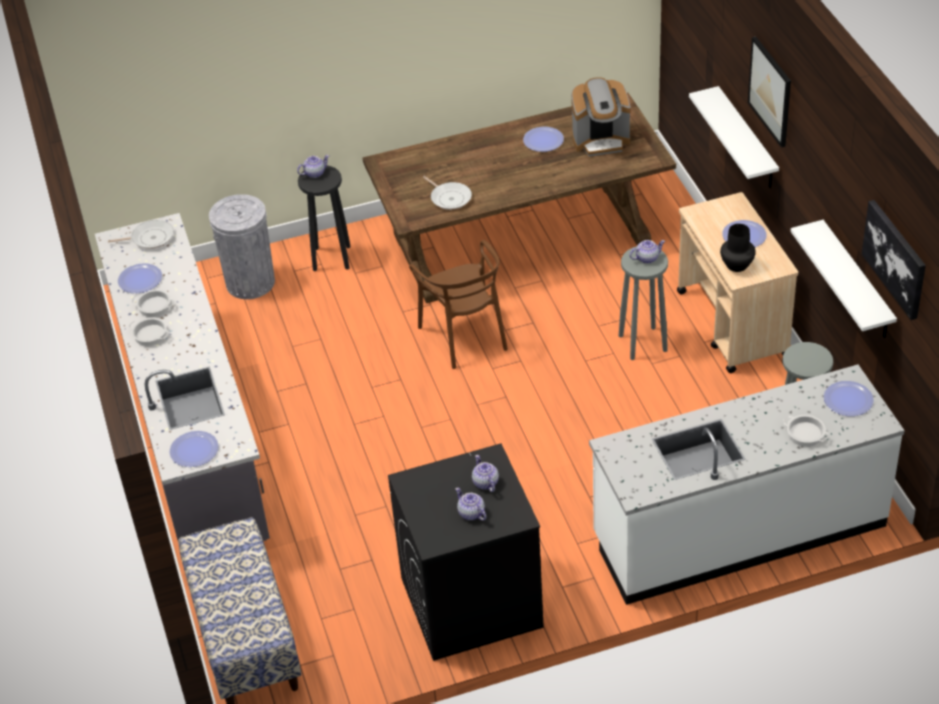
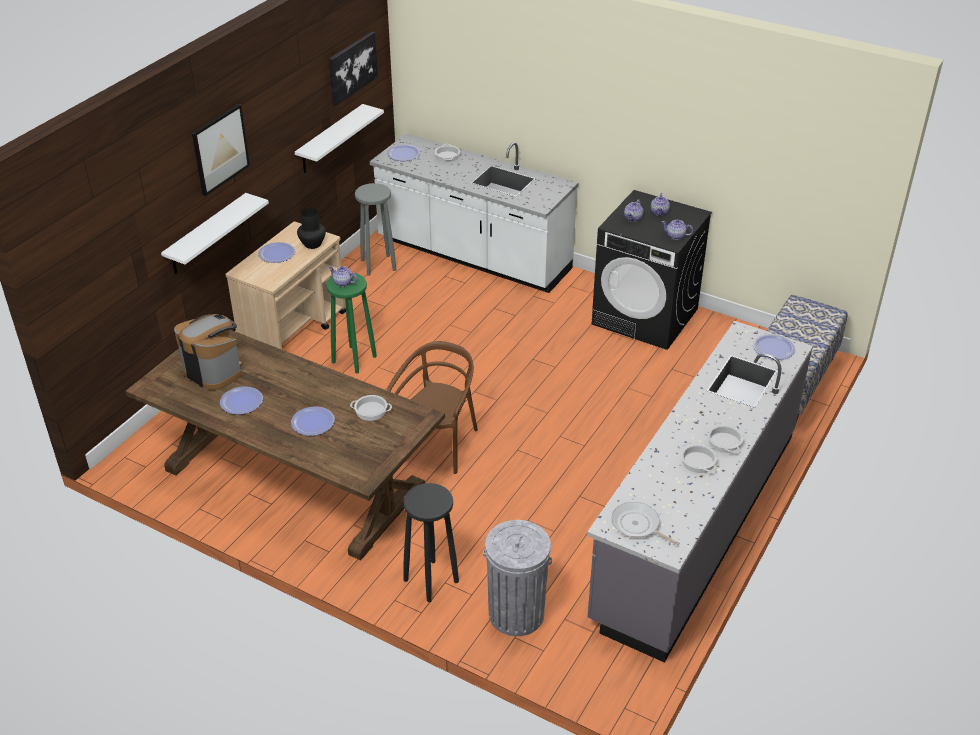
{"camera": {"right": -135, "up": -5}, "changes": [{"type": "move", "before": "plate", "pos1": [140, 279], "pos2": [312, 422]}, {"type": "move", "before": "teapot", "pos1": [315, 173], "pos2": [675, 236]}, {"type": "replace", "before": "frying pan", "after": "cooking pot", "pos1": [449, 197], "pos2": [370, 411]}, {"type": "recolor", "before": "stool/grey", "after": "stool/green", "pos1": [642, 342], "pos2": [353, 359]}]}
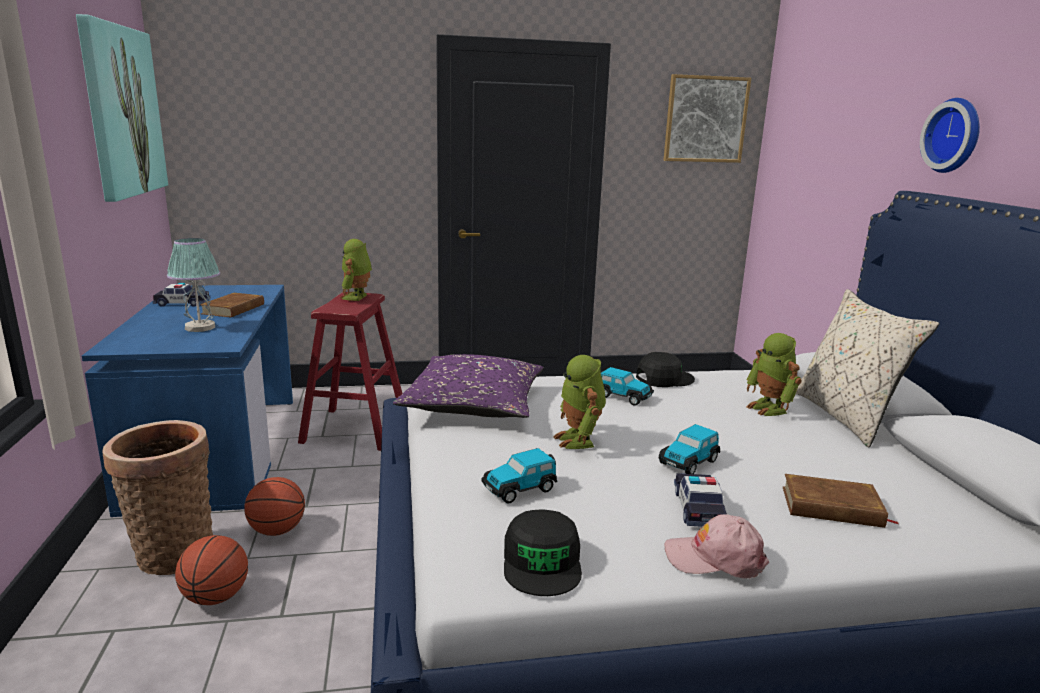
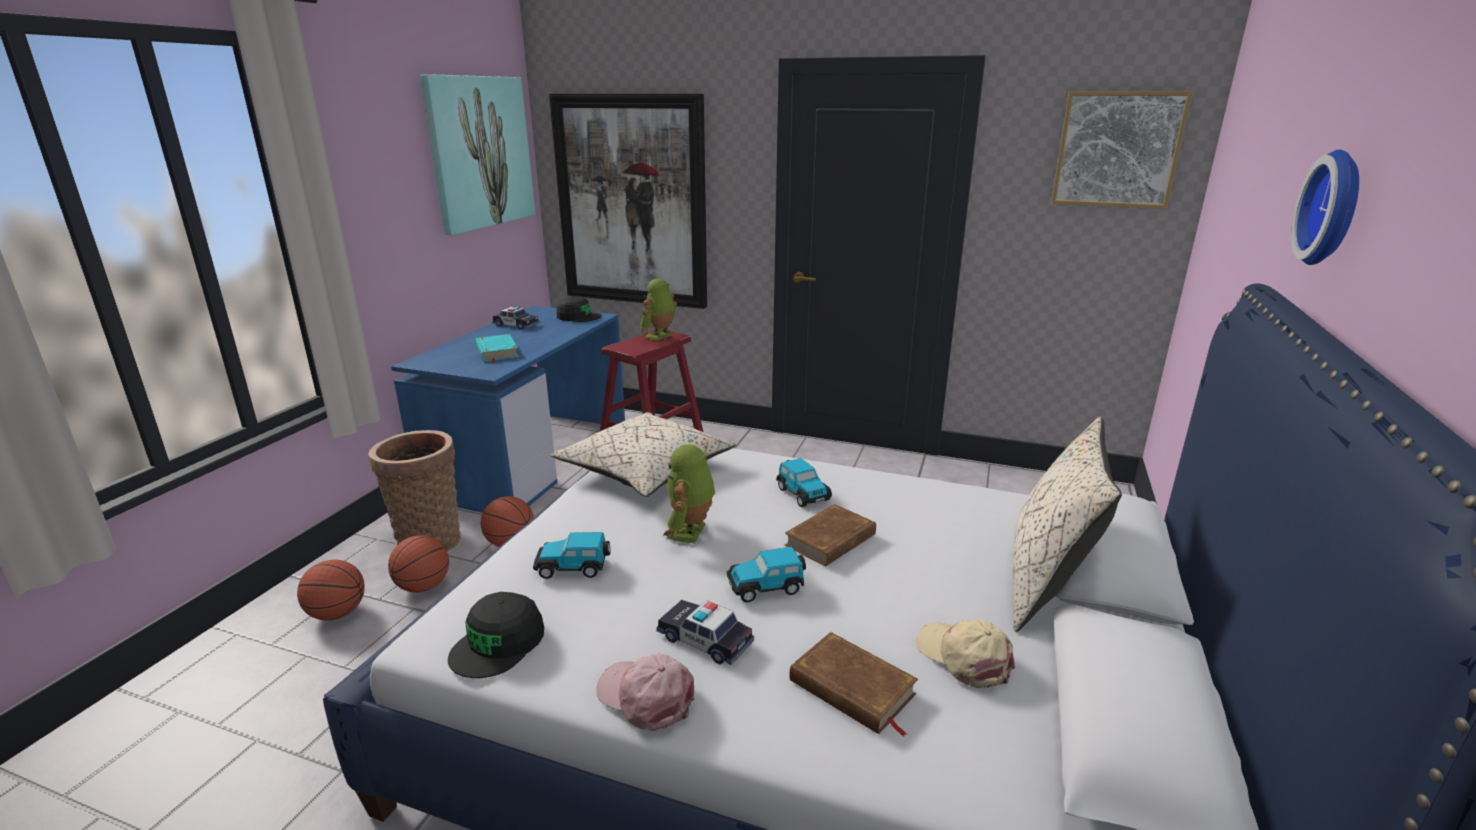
{"camera": {"right": 30, "up": 5}, "changes": [{"type": "delete", "before": "toy robot", "pos1": [770, 408]}, {"type": "insert", "after": "basketball", "pos2": [337, 614]}, {"type": "insert", "after": "picture", "pos2": [632, 202]}, {"type": "insert", "after": "cap/beige", "pos2": [964, 657]}, {"type": "move", "before": "book/brown", "pos1": [234, 309], "pos2": [831, 540]}, {"type": "move", "before": "cap/black", "pos1": [664, 378], "pos2": [578, 316]}, {"type": "replace", "before": "table lamp", "after": "book/turquoise", "pos1": [199, 328], "pos2": [496, 352]}, {"type": "recolor", "before": "pillow/purple", "after": "pillow/beige", "pos1": [474, 405], "pos2": [647, 470]}, {"type": "rotate", "before": "toy car", "pos1": [698, 508], "pos2": [705, 640], "turn": -90}]}
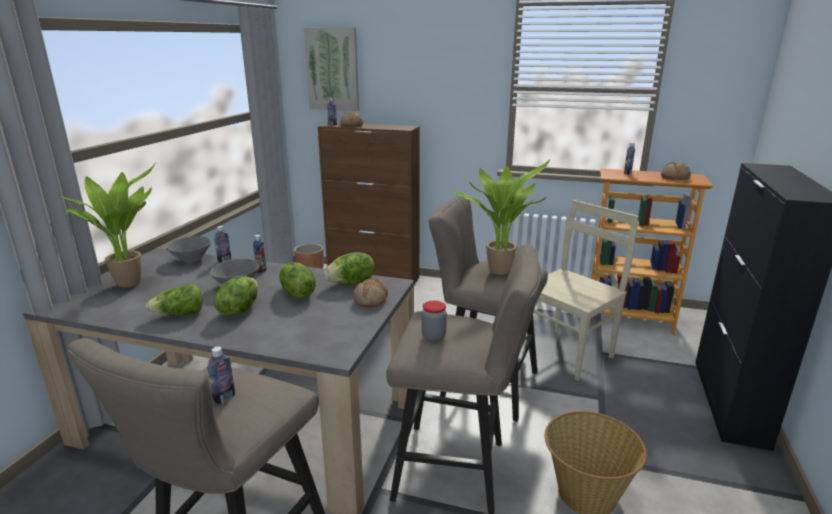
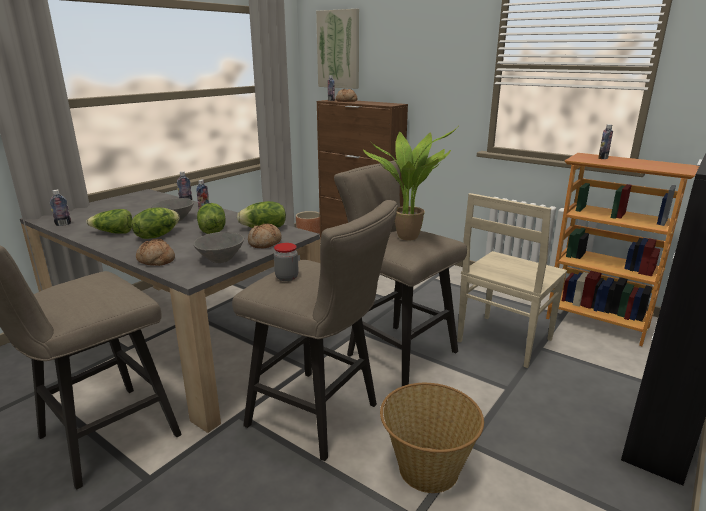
{"camera": {"right": 20, "up": 0}, "changes": [{"type": "delete", "before": "potted plant", "pos1": [130, 282]}, {"type": "move", "before": "bowl/grey", "pos1": [191, 259], "pos2": [220, 259]}, {"type": "move", "before": "bottle", "pos1": [224, 398], "pos2": [63, 224]}, {"type": "move", "before": "bread", "pos1": [674, 178], "pos2": [156, 260]}, {"type": "rotate", "before": "chair/beige", "pos1": [567, 353], "pos2": [503, 341], "turn": 150}]}
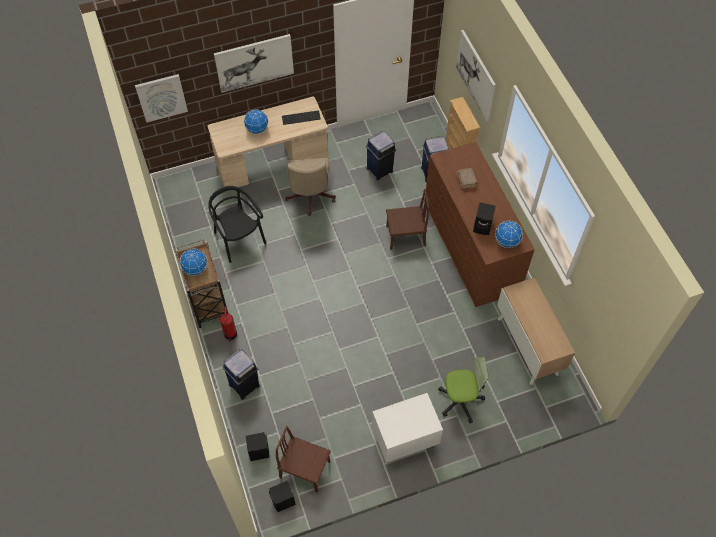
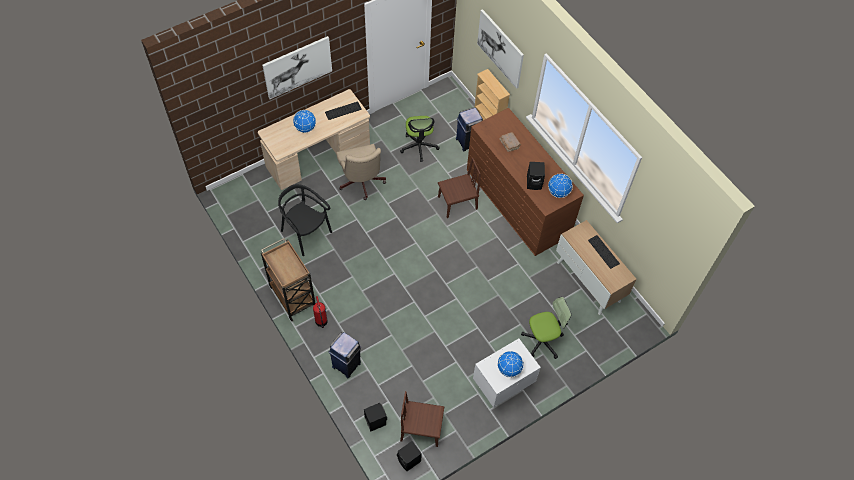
{"camera": {"right": -15, "up": 0}, "changes": [{"type": "delete", "before": "picture", "pos1": [161, 97]}, {"type": "insert", "after": "keyboard", "pos2": [604, 252]}, {"type": "move", "before": "globe", "pos1": [195, 269], "pos2": [509, 369]}, {"type": "replace", "before": "trash can/blue", "after": "office chair", "pos1": [380, 169], "pos2": [419, 146]}]}
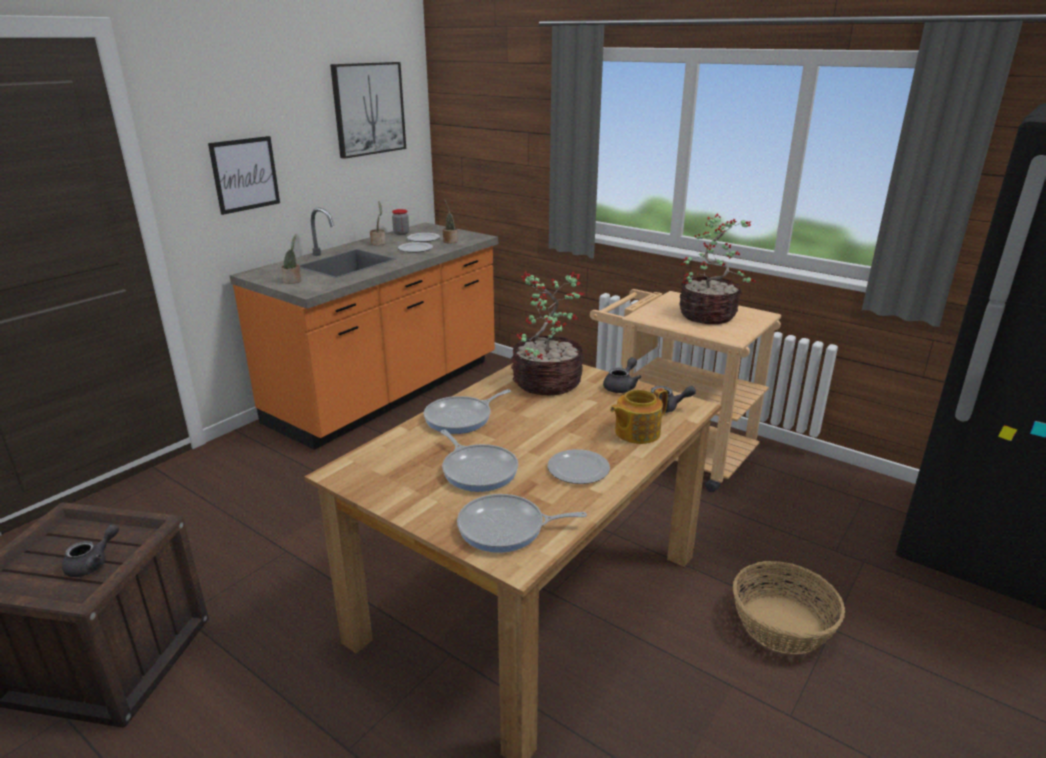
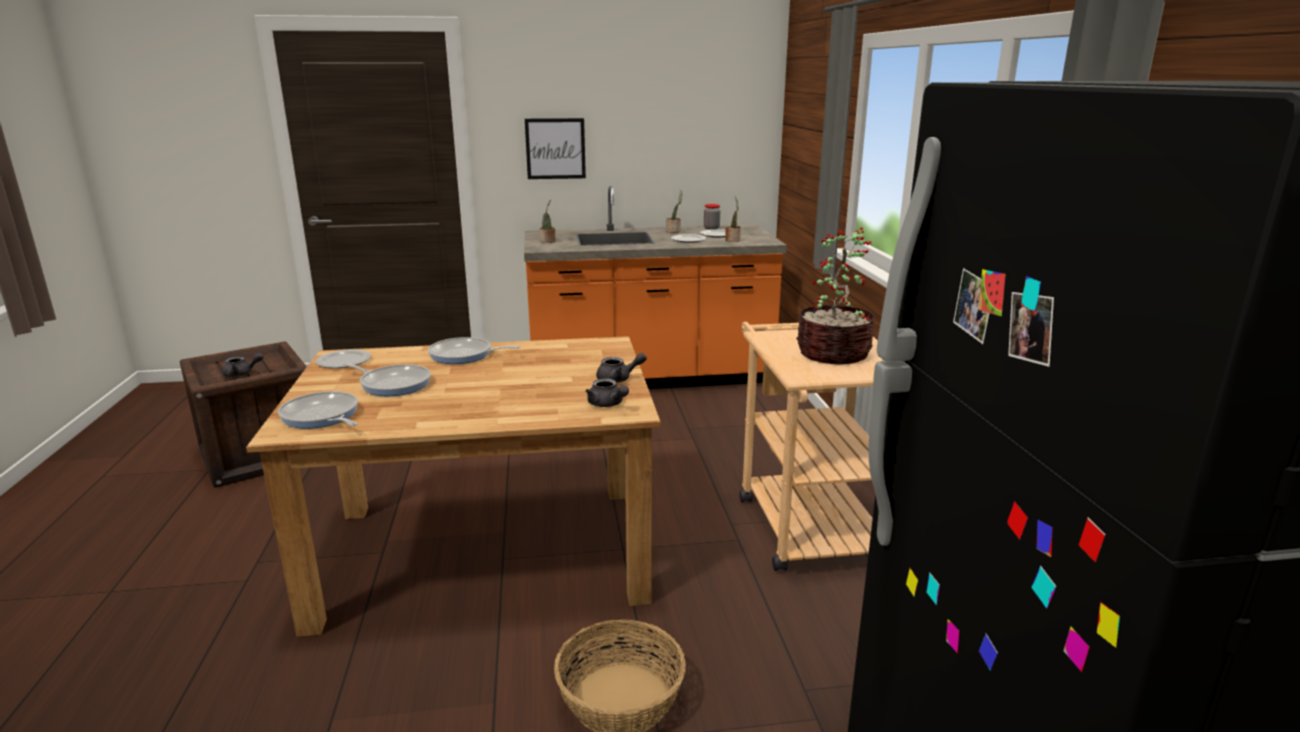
{"camera": {"right": 45, "up": -5}, "changes": [{"type": "delete", "before": "picture", "pos1": [368, 109]}, {"type": "delete", "before": "potted plant", "pos1": [545, 383]}, {"type": "delete", "before": "teapot", "pos1": [636, 432]}, {"type": "move", "before": "plate", "pos1": [577, 468], "pos2": [344, 361]}, {"type": "rotate", "before": "frying pan", "pos1": [478, 470], "pos2": [393, 384], "turn": -75}]}
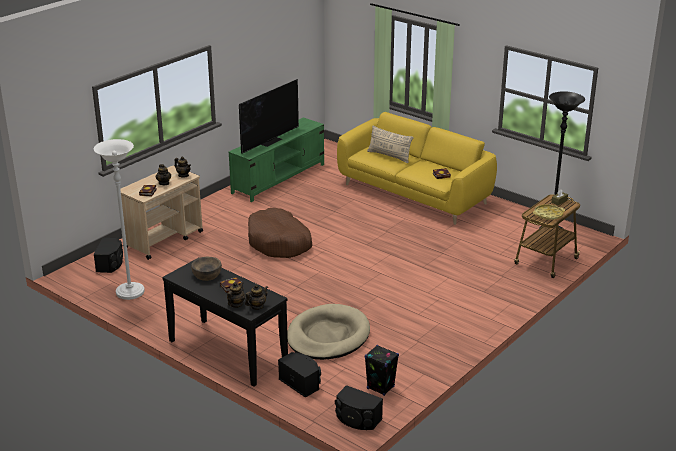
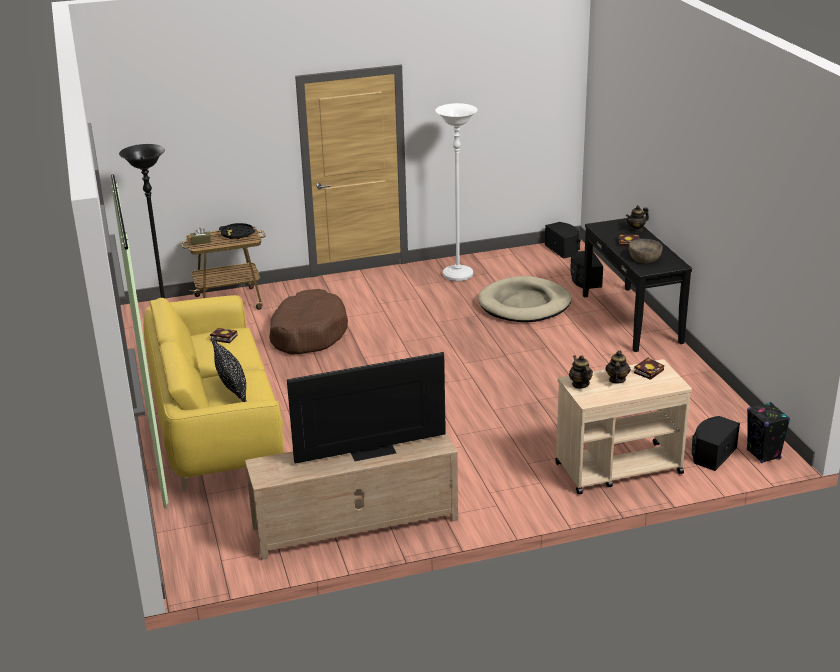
{"camera": {"right": -145, "up": 0}, "changes": [{"type": "delete", "before": "teapot", "pos1": [257, 306]}, {"type": "move", "before": "floor lamp/white", "pos1": [130, 292], "pos2": [457, 275]}, {"type": "move", "before": "dog bed/brown", "pos1": [279, 242], "pos2": [308, 333]}, {"type": "move", "before": "speaker/black", "pos1": [380, 387], "pos2": [763, 454]}, {"type": "recolor", "before": "tv stand/green", "after": "tv stand/beige", "pos1": [279, 178], "pos2": [354, 524]}, {"type": "recolor", "before": "pillow/beige", "after": "pillow/black", "pos1": [389, 156], "pos2": [232, 389]}, {"type": "recolor", "before": "tray/yellow", "after": "tray/black", "pos1": [548, 214], "pos2": [237, 234]}]}
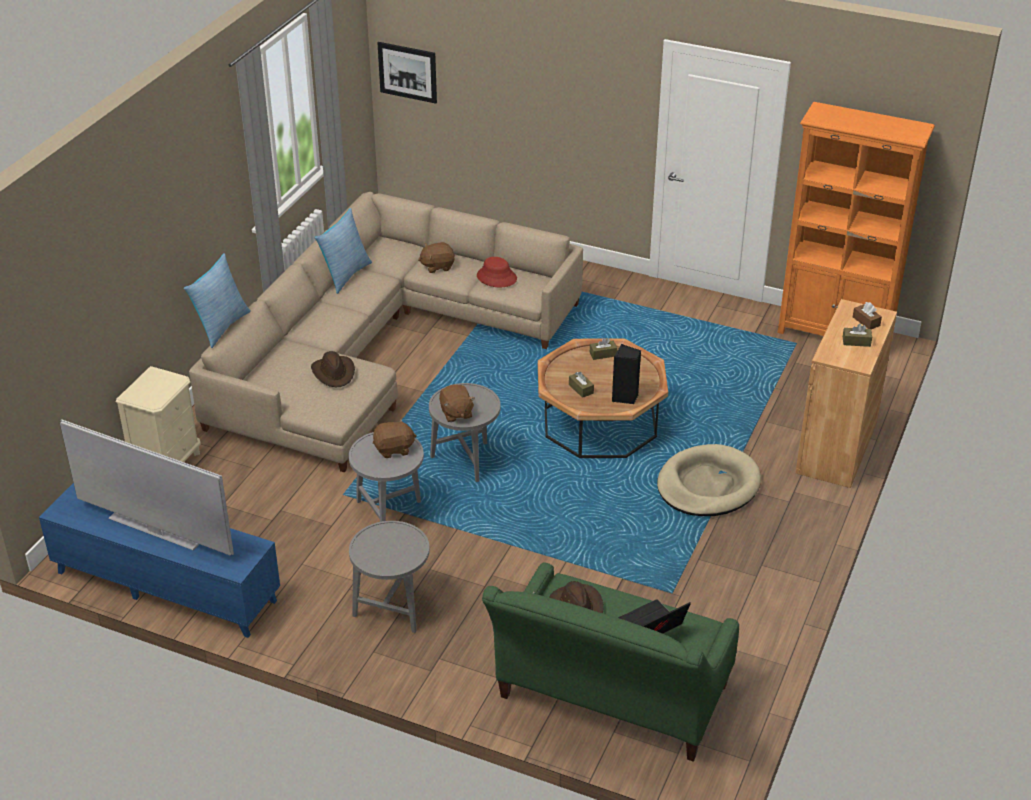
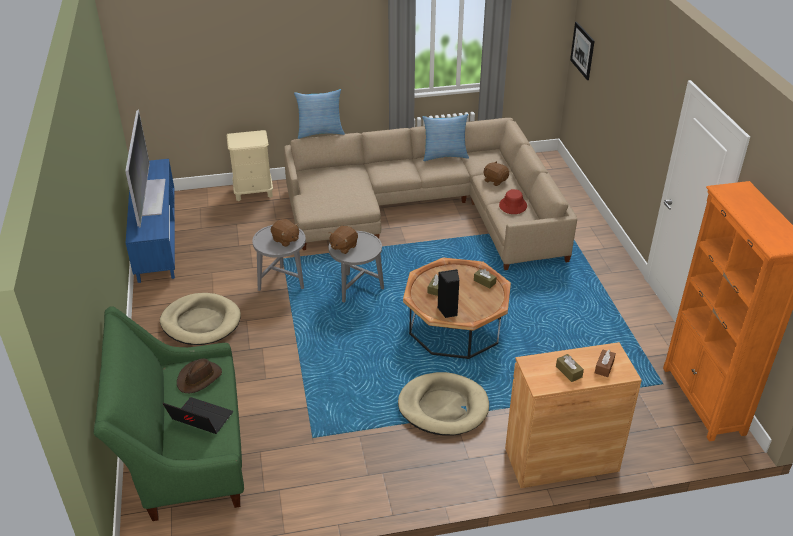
{"camera": {"right": 55, "up": 0}, "changes": [{"type": "delete", "before": "hat/brown", "pos1": [334, 373]}, {"type": "replace", "before": "side table/grey", "after": "dog bed/beige", "pos1": [393, 608], "pos2": [201, 322]}]}
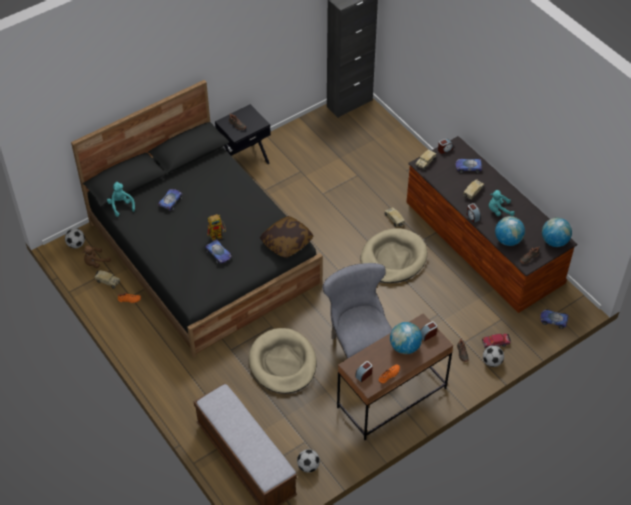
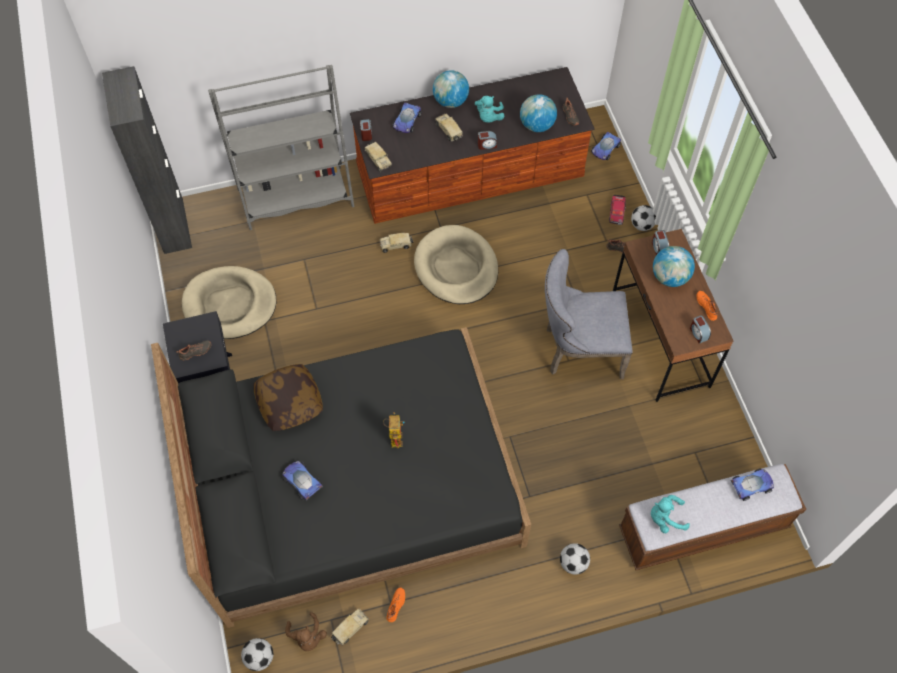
{"camera": {"right": -70, "up": 10}, "changes": [{"type": "insert", "after": "bookcase/grey", "pos2": [296, 198]}, {"type": "move", "before": "plush toy/turquoise", "pos1": [121, 205], "pos2": [665, 518]}, {"type": "move", "before": "toy car", "pos1": [219, 254], "pos2": [751, 485]}, {"type": "move", "before": "dog bed/beige", "pos1": [283, 363], "pos2": [230, 305]}, {"type": "move", "before": "pillow", "pos1": [287, 242], "pos2": [289, 402]}, {"type": "move", "before": "football", "pos1": [308, 466], "pos2": [573, 563]}, {"type": "move", "before": "globe", "pos1": [554, 241], "pos2": [450, 101]}]}
